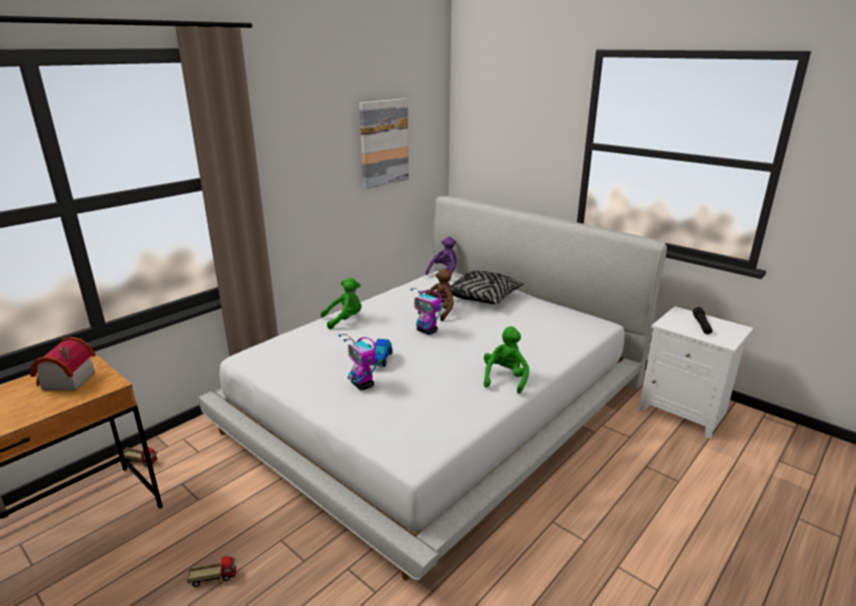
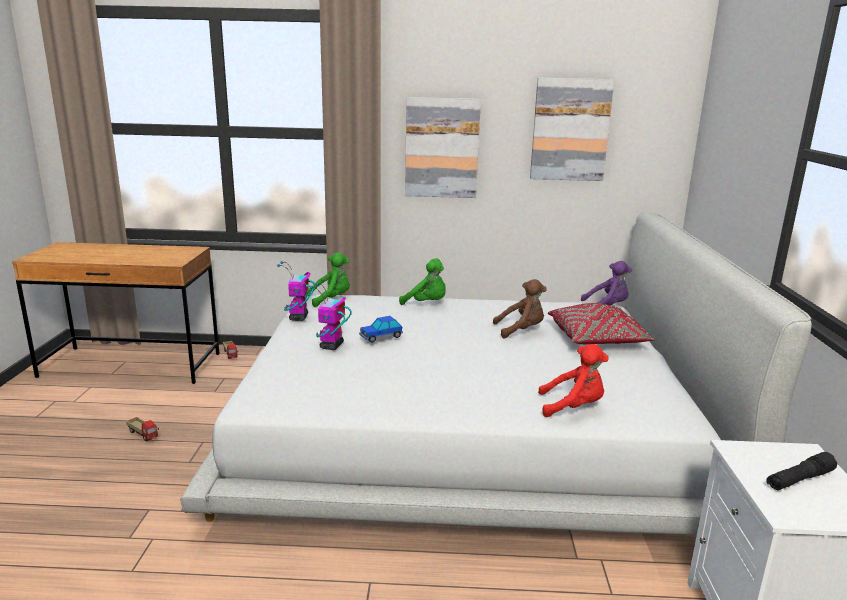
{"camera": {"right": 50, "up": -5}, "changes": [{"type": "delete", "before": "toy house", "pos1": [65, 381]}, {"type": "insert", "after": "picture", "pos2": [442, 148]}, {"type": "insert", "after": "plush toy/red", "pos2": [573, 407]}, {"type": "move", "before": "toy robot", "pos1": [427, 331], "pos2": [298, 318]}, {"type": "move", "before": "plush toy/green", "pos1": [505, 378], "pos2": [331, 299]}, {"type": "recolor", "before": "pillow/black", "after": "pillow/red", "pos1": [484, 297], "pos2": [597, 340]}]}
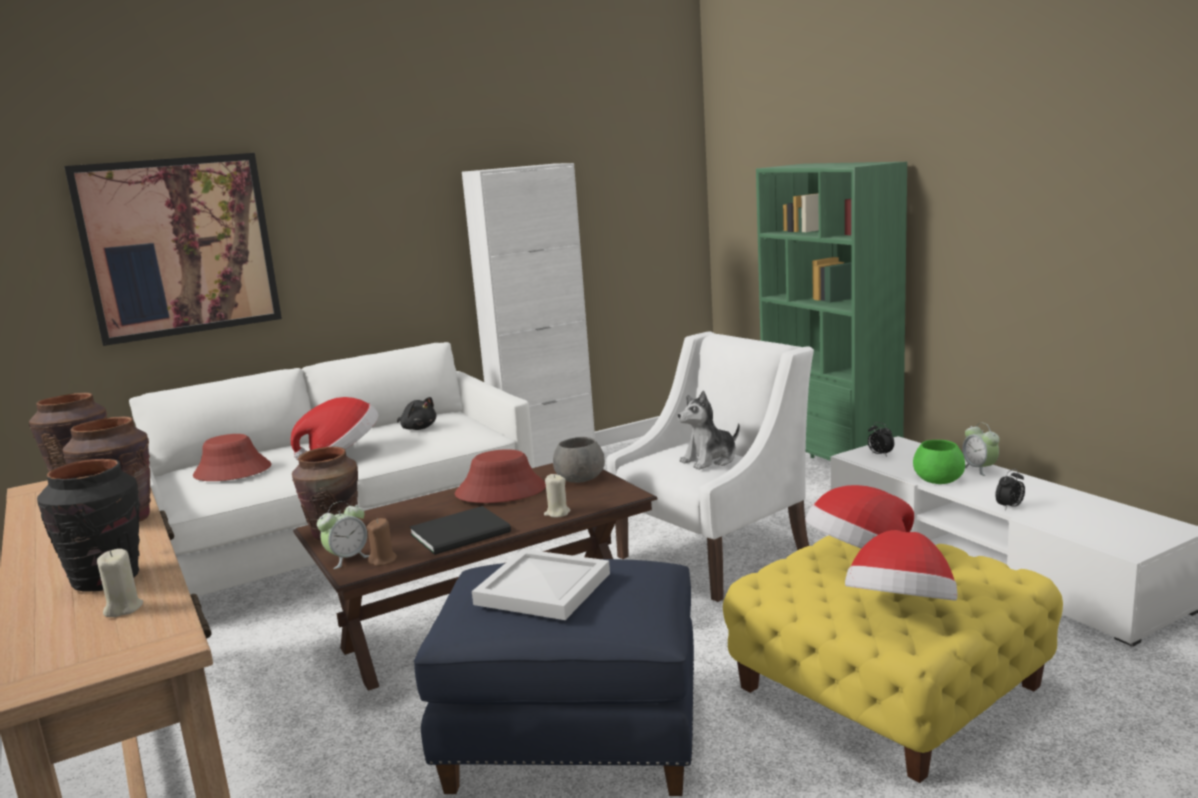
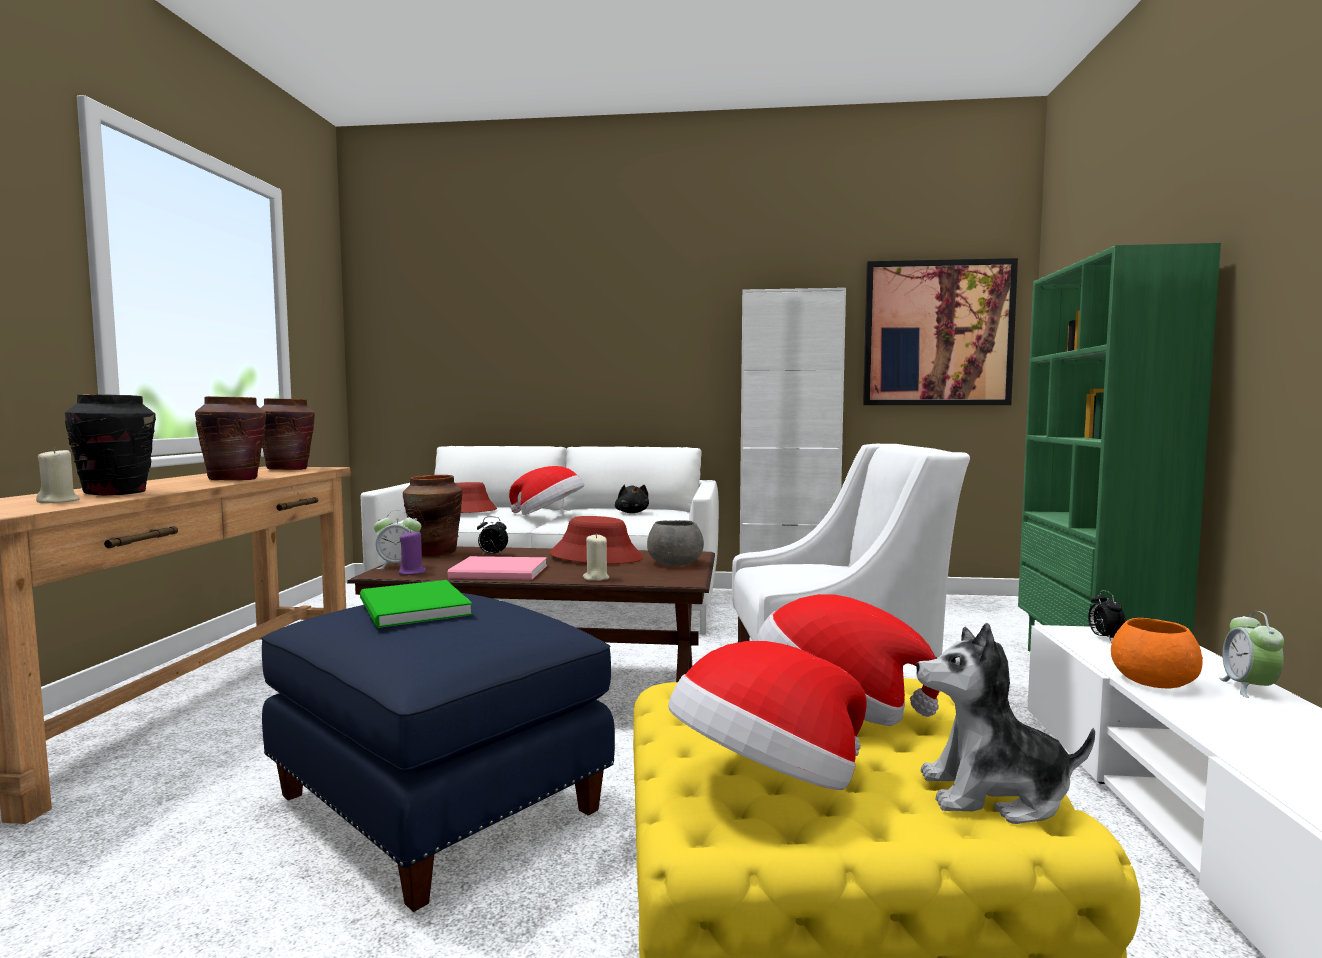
{"camera": {"right": 35, "up": -10}, "changes": [{"type": "move", "before": "picture", "pos1": [179, 247], "pos2": [937, 333]}, {"type": "move", "before": "plush toy", "pos1": [710, 460], "pos2": [994, 794]}, {"type": "move", "before": "alarm clock", "pos1": [1009, 507], "pos2": [492, 555]}, {"type": "replace", "before": "tray/white", "after": "book/green", "pos1": [543, 589], "pos2": [411, 608]}, {"type": "recolor", "before": "candle/brown", "after": "candle/purple", "pos1": [383, 560], "pos2": [412, 572]}, {"type": "recolor", "before": "book/black", "after": "book/pink", "pos1": [463, 533], "pos2": [501, 572]}, {"type": "recolor", "before": "bowl/green", "after": "bowl/orange", "pos1": [938, 480], "pos2": [1153, 681]}]}
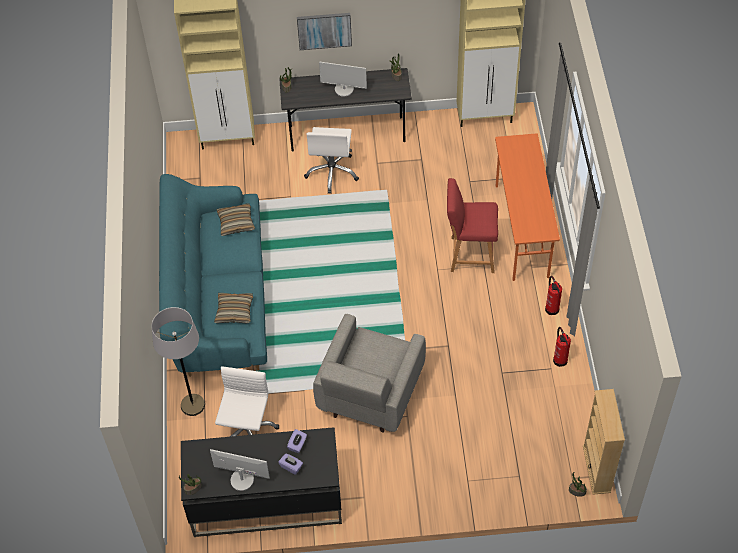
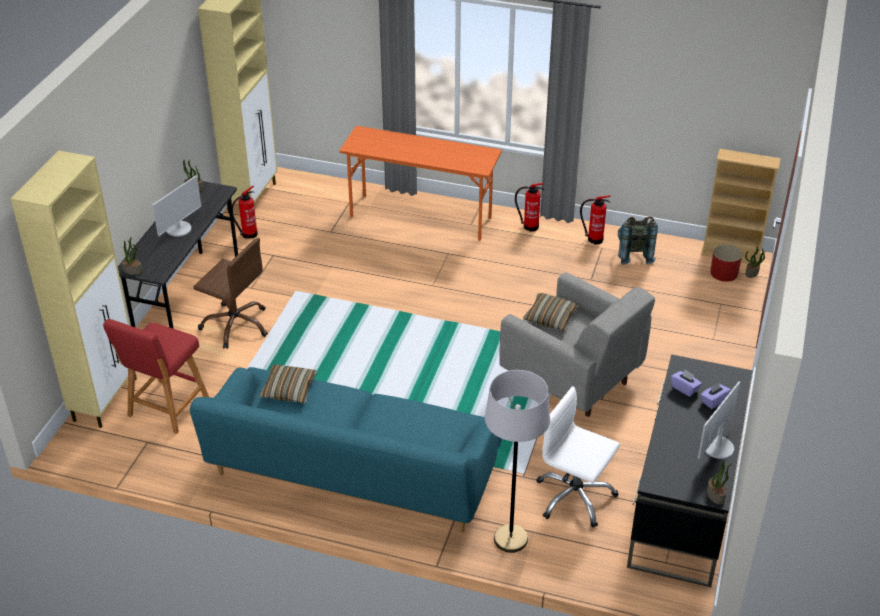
{"camera": {"right": -70, "up": -15}, "changes": [{"type": "delete", "before": "picture", "pos1": [324, 30]}, {"type": "insert", "after": "fire extinguisher", "pos2": [248, 234]}, {"type": "insert", "after": "backpack/grey", "pos2": [633, 254]}, {"type": "insert", "after": "planter/red", "pos2": [724, 273]}, {"type": "move", "before": "pillow", "pos1": [234, 311], "pos2": [551, 317]}, {"type": "move", "before": "stool/red", "pos1": [469, 254], "pos2": [166, 409]}, {"type": "recolor", "before": "office chair/white", "after": "office chair/brown", "pos1": [332, 172], "pos2": [236, 325]}]}
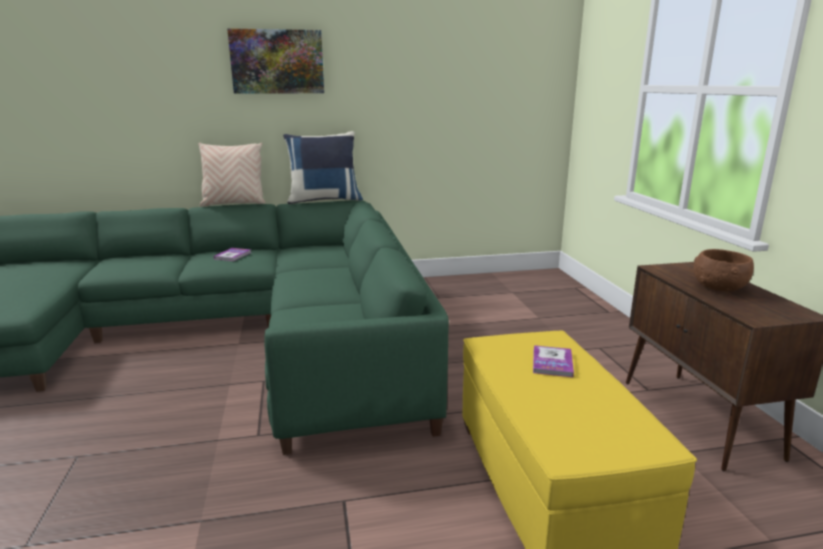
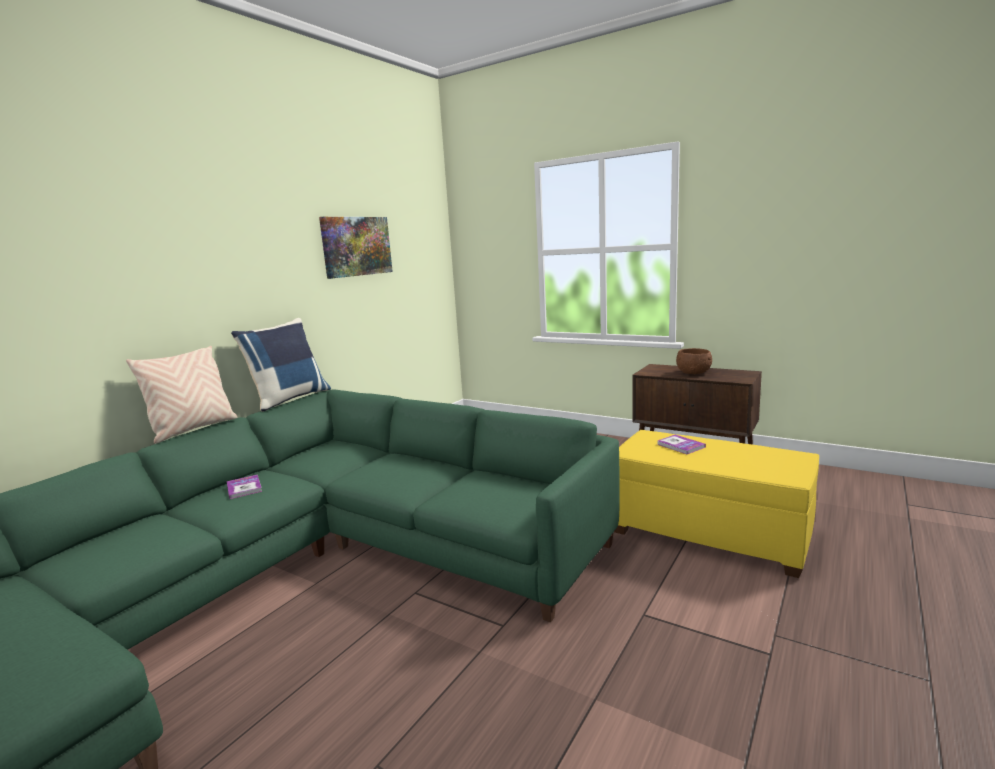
{"camera": {"right": -45, "up": -5}, "changes": [{"type": "move", "before": "picture", "pos1": [277, 62], "pos2": [356, 246]}]}
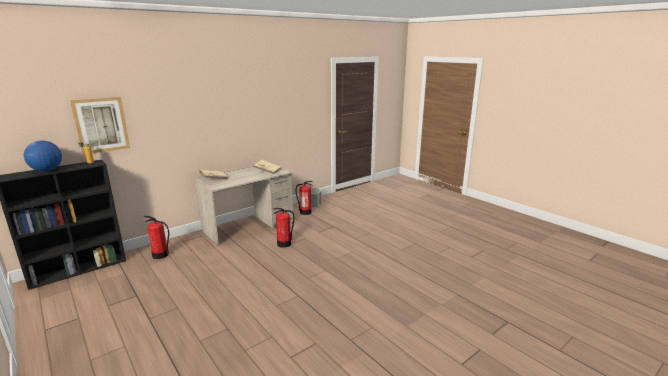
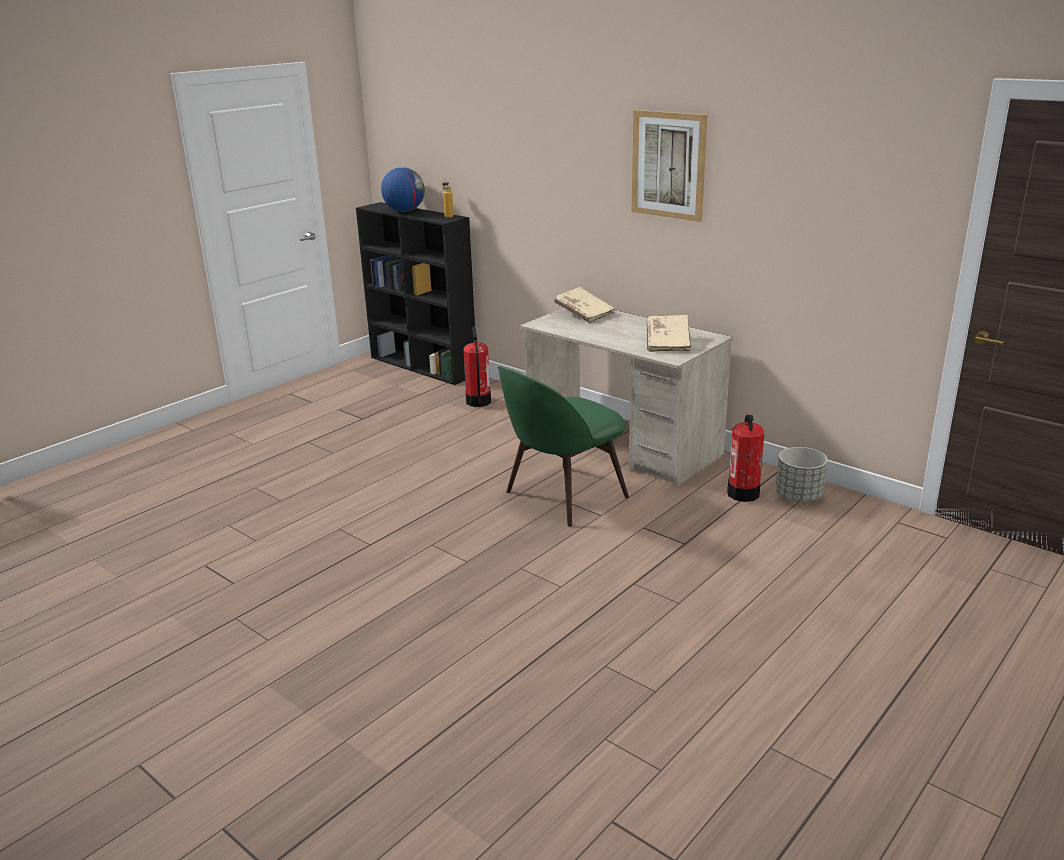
{"camera": {"right": 80, "up": 5}, "changes": [{"type": "move", "before": "picture", "pos1": [101, 125], "pos2": [668, 165]}, {"type": "replace", "before": "fire extinguisher", "after": "chair/green", "pos1": [284, 244], "pos2": [562, 496]}]}
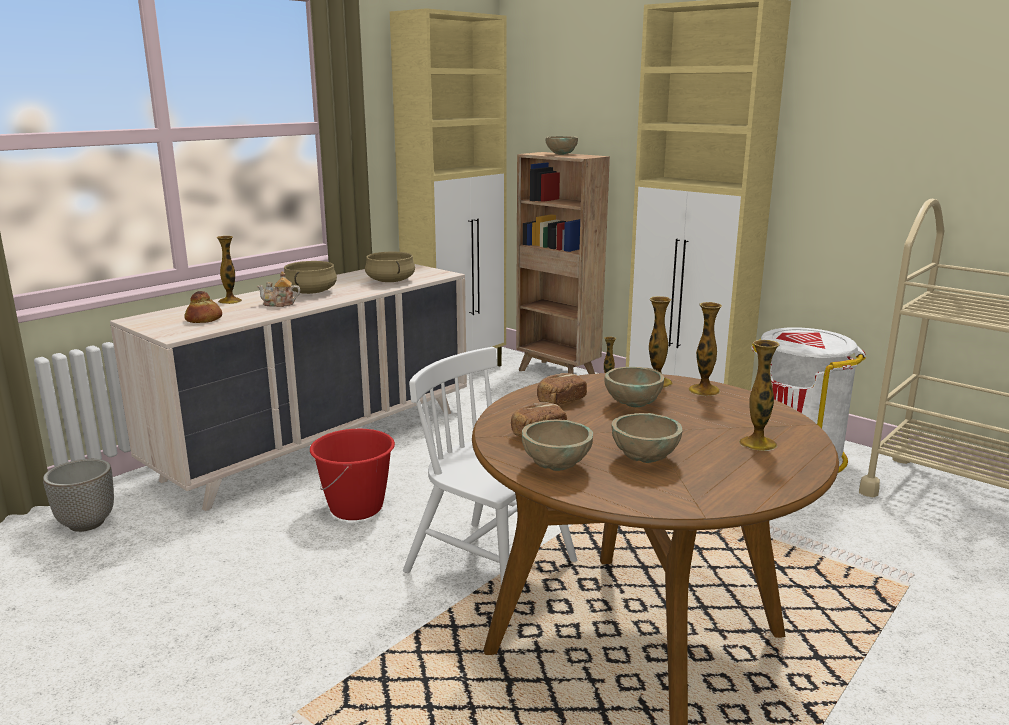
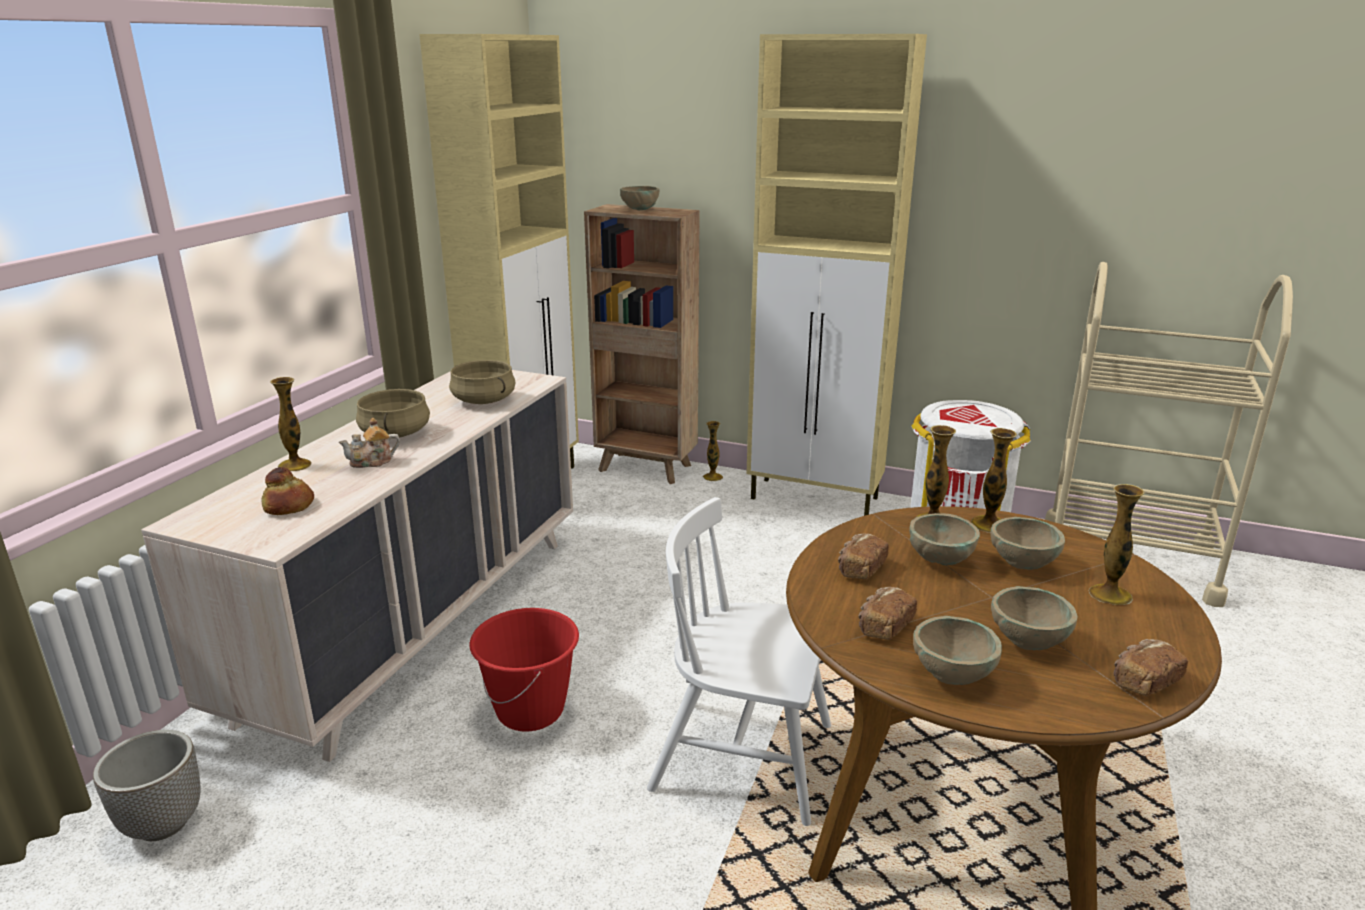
{"camera": {"right": -20, "up": 5}, "changes": [{"type": "insert", "after": "bowl/beige", "pos2": [1023, 564]}, {"type": "insert", "after": "bread", "pos2": [1144, 681]}]}
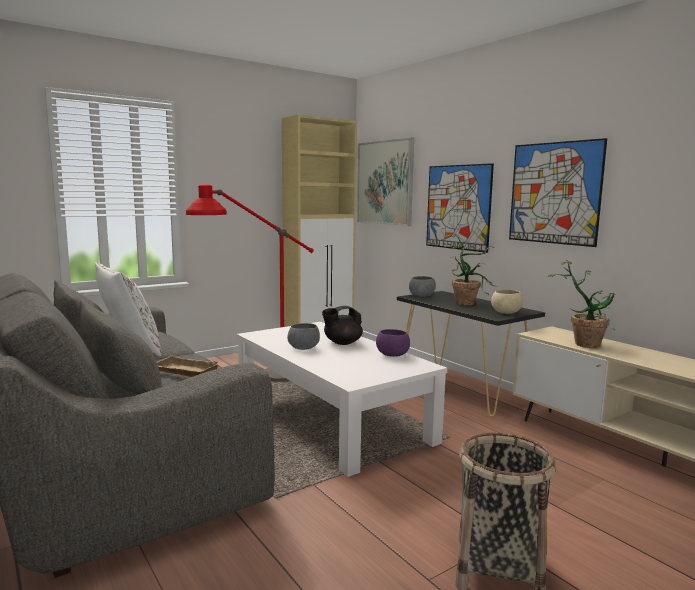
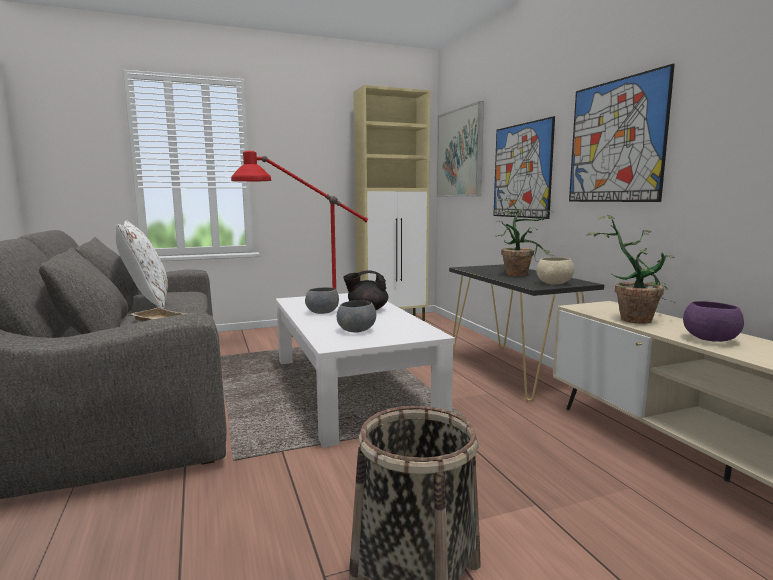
{"camera": {"right": 15, "up": 0}, "changes": [{"type": "move", "before": "bowl/purple", "pos1": [393, 355], "pos2": [711, 339]}, {"type": "move", "before": "bowl/grey", "pos1": [421, 296], "pos2": [355, 330]}]}
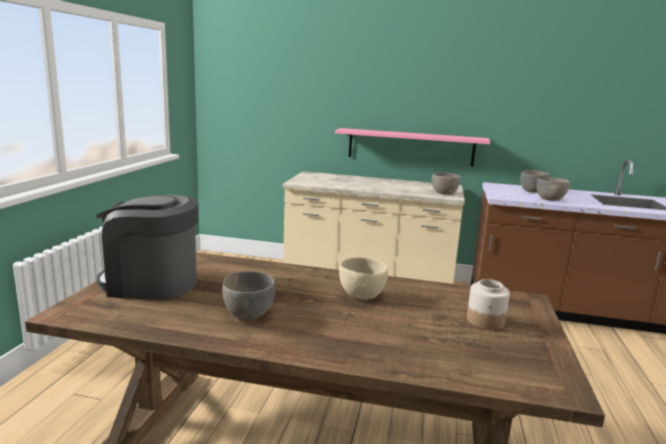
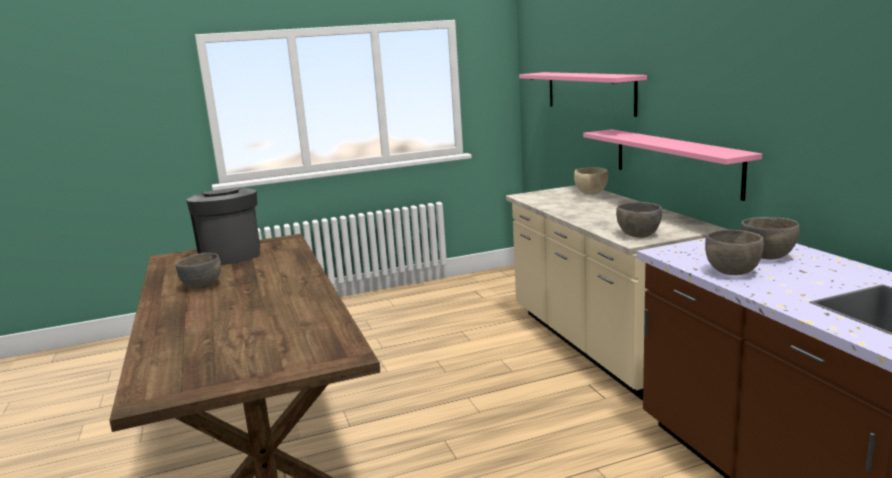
{"camera": {"right": 60, "up": 0}, "changes": [{"type": "delete", "before": "jar", "pos1": [485, 321]}, {"type": "insert", "after": "shelf/pink", "pos2": [589, 92]}, {"type": "move", "before": "bowl/beige", "pos1": [361, 295], "pos2": [591, 193]}]}
